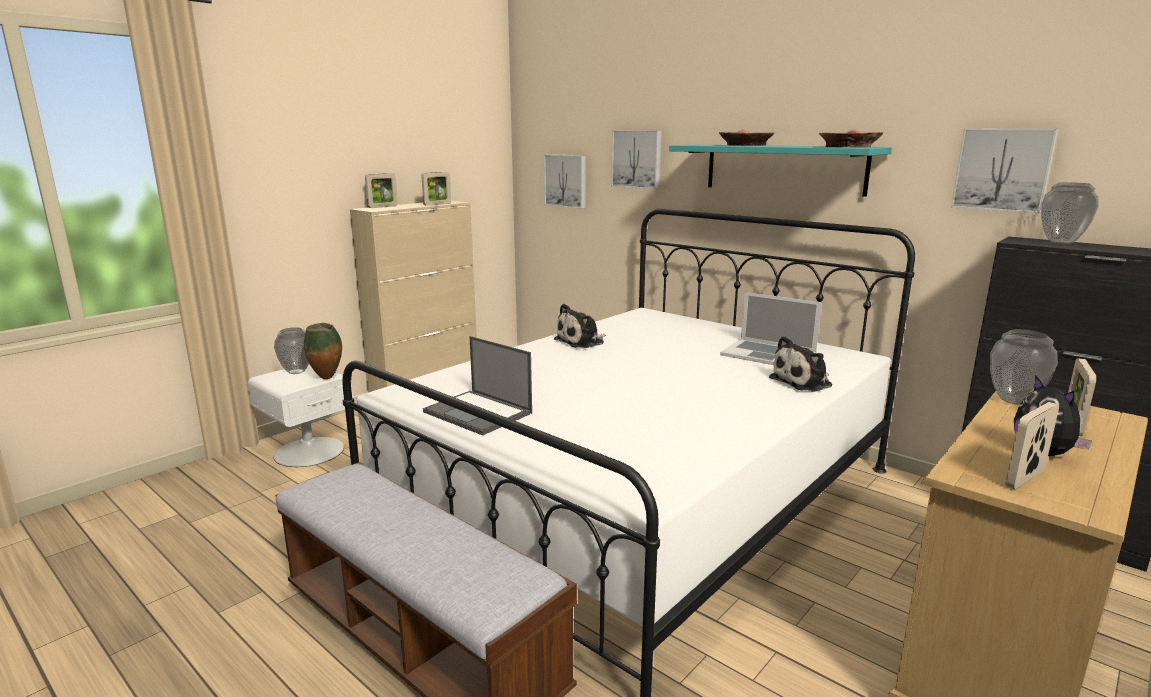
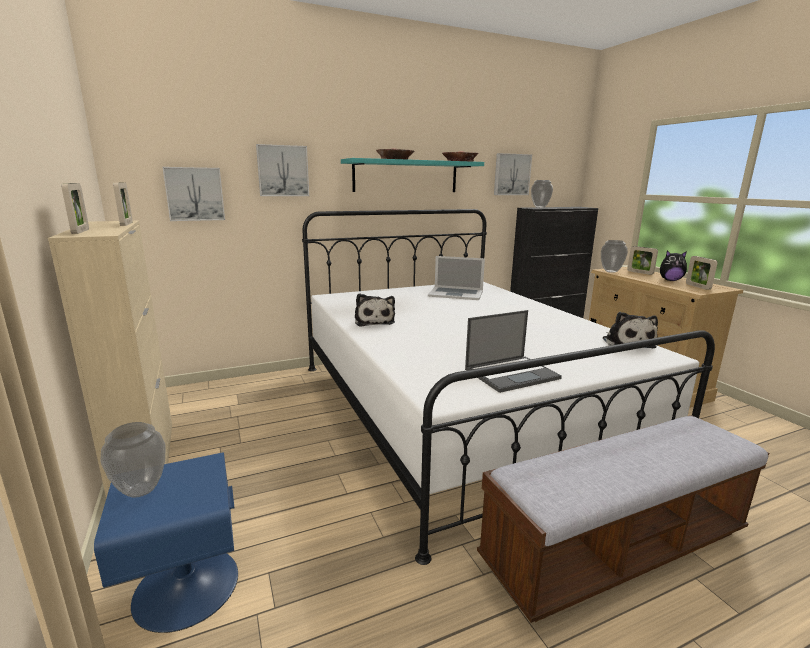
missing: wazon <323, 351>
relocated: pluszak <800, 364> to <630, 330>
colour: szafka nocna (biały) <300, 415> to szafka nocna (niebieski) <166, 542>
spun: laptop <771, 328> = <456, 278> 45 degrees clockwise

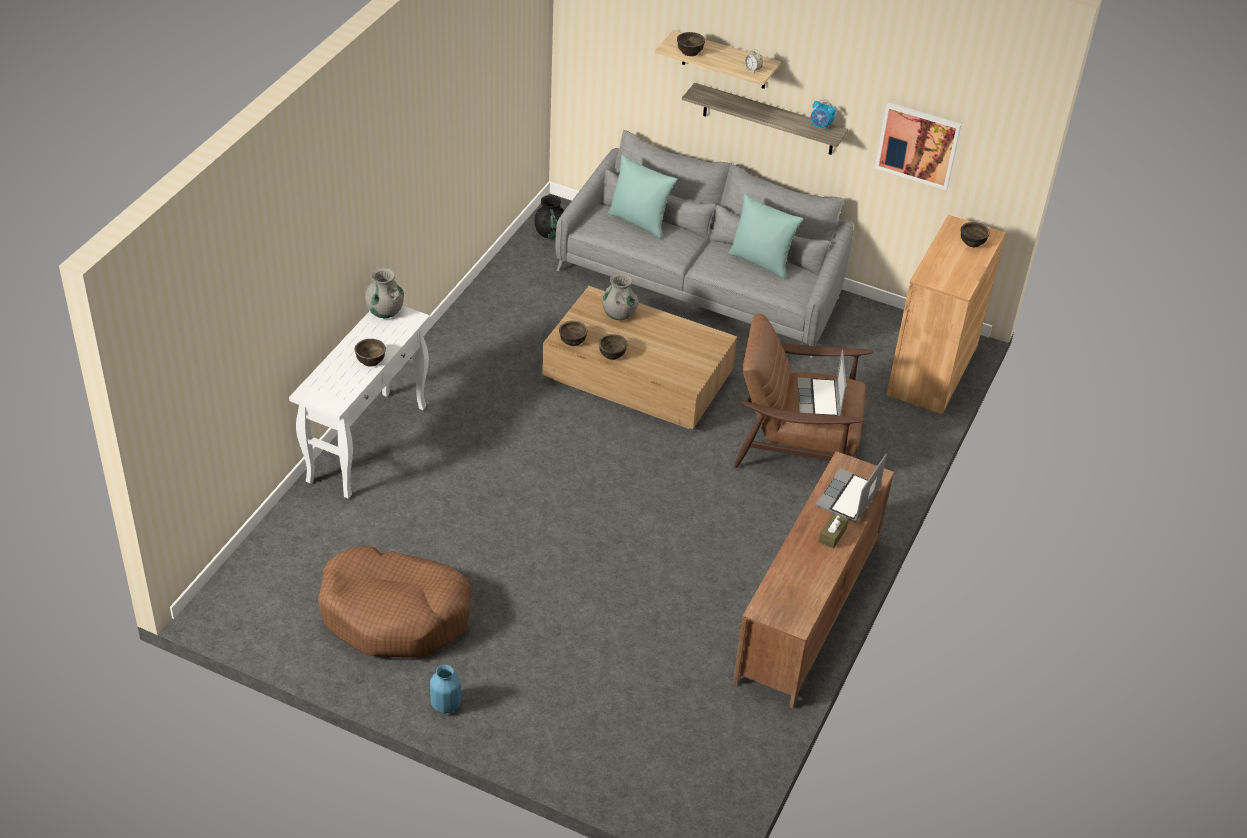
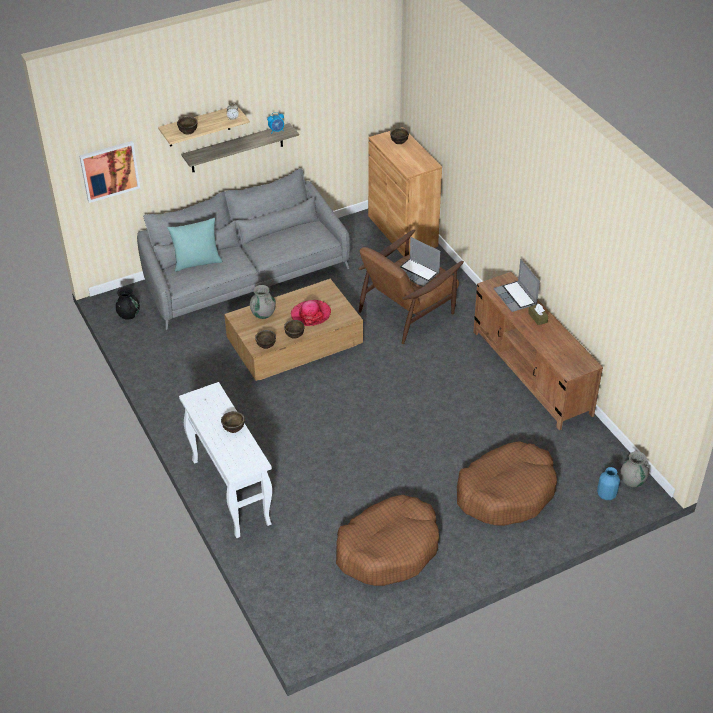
missing: poduszka (turkusowy) <765, 236>
appeared: kapelusz <311, 313>; legowisko (brązowy) <507, 483>
relocated: wazon (szary) <384, 293> to <634, 469>; wazon (niebieski) <445, 689> to <608, 483>; obraz <918, 146> to <109, 172>

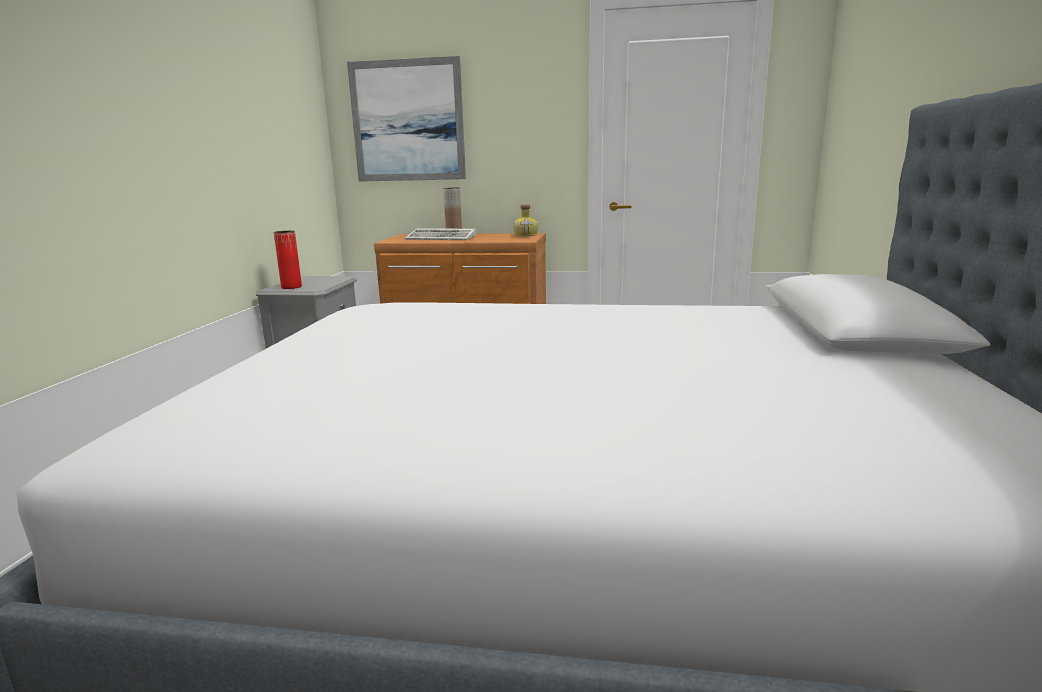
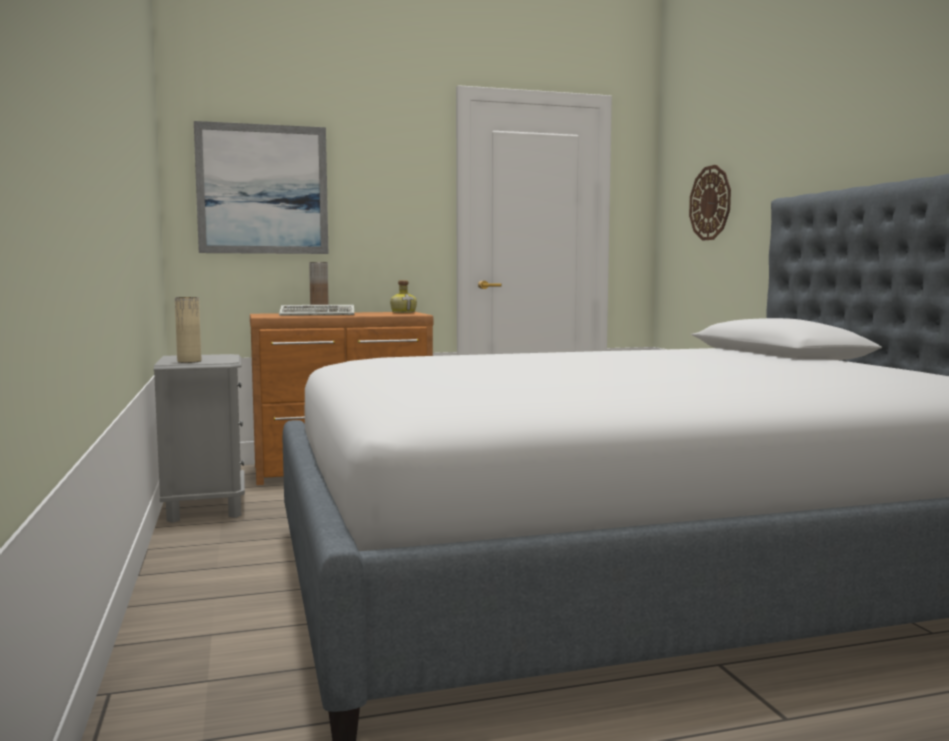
appeared: zegar ścienny <710, 203>
colour: wazon (czerwony) <288, 260> to wazon (beżowy) <188, 330>

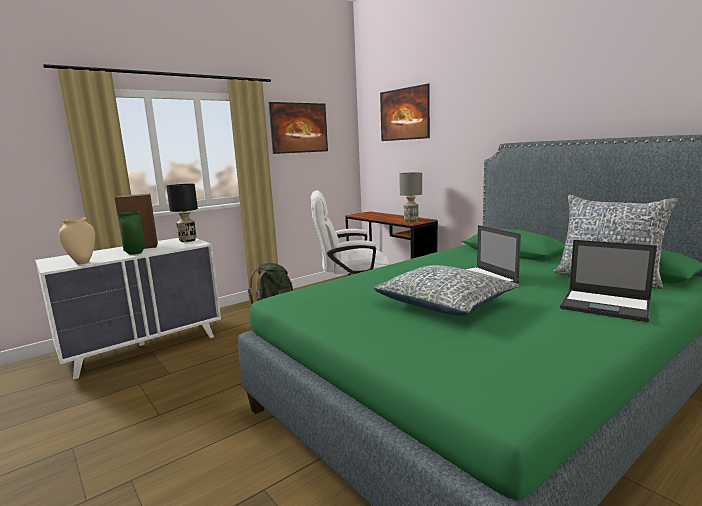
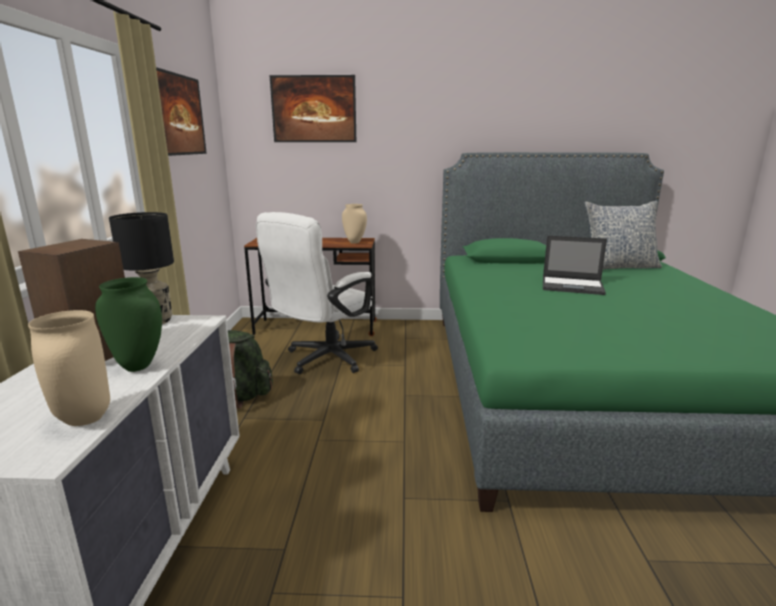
missing: poduszka <446, 290>; laptop <608, 281>
exchanged: lampa stołowa (szary) <410, 197> to wazon (beżowy) <354, 224>

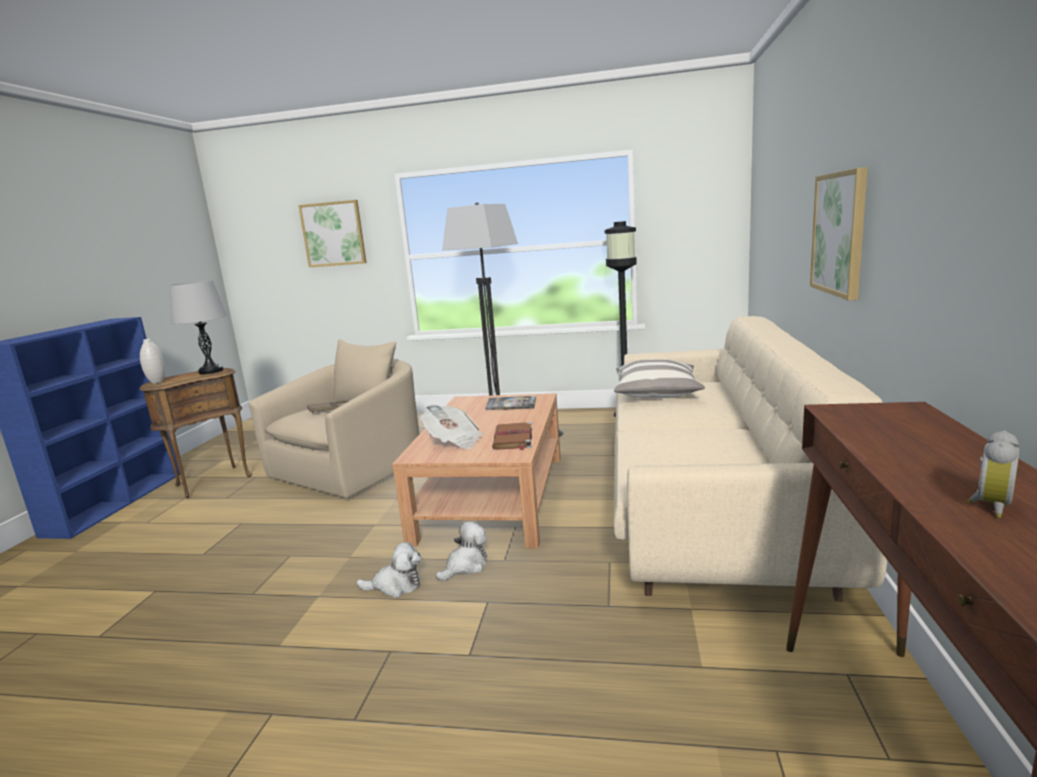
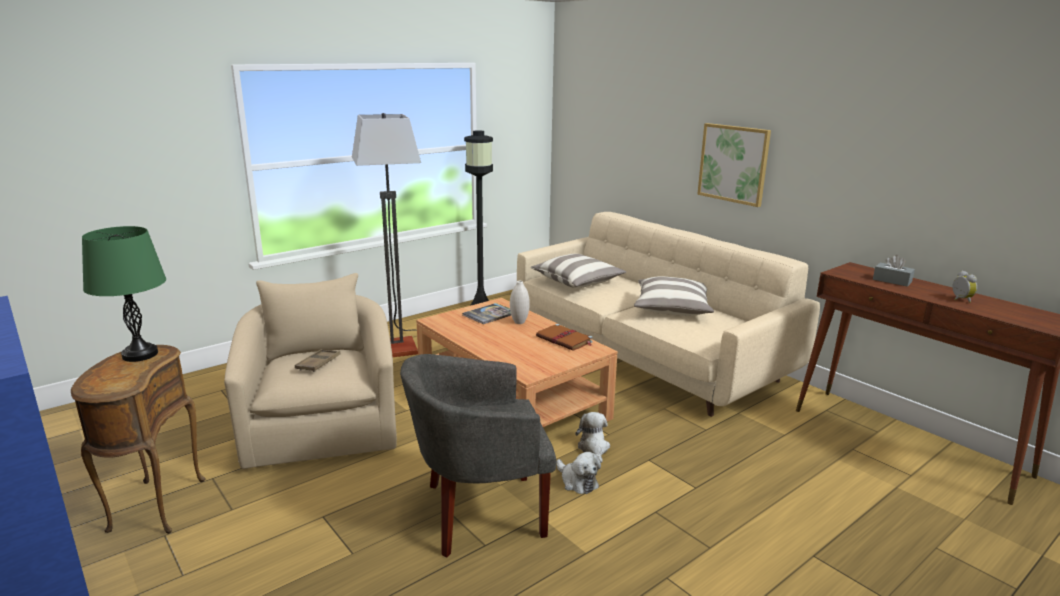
missing: obraz <332, 233>; gazeta <451, 427>
appeared: fotel (szary) <478, 456>; poduszka <674, 296>; pudełko chusteczek (szary) <894, 271>
relocated: wazon (biały) <152, 361> to <520, 302>
colour: lampa stołowa (szary) <198, 327> to lampa stołowa (zielony) <124, 294>
spun: pluszak <388, 570> = <579, 473> 105 degrees clockwise

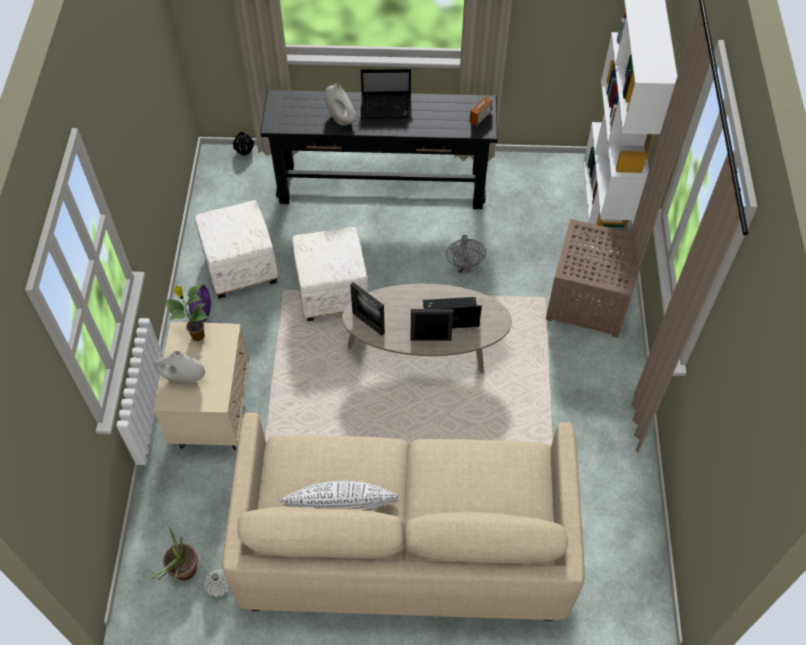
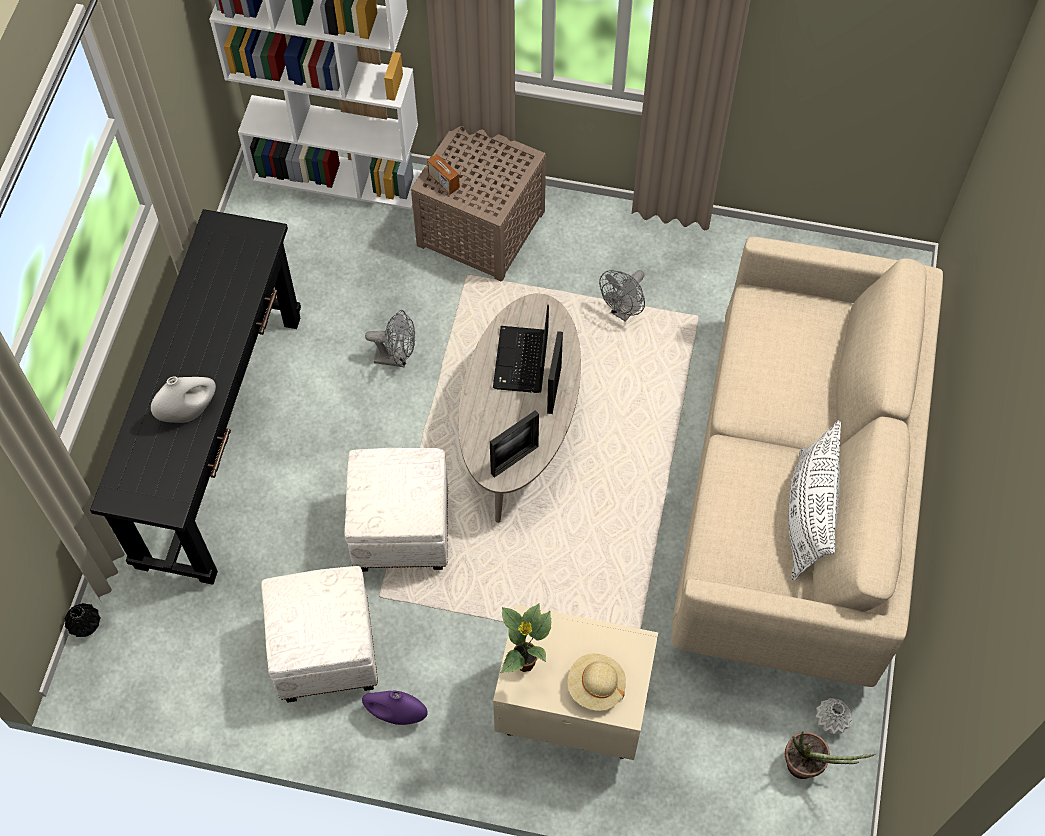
missing: laptop <386, 94>
appeared: wentylator (szary) <622, 296>
relocated: radio <480, 111> to <443, 172>
exchanged: wazon (biały) <180, 368> to kapelusz (beżowy) <596, 682>

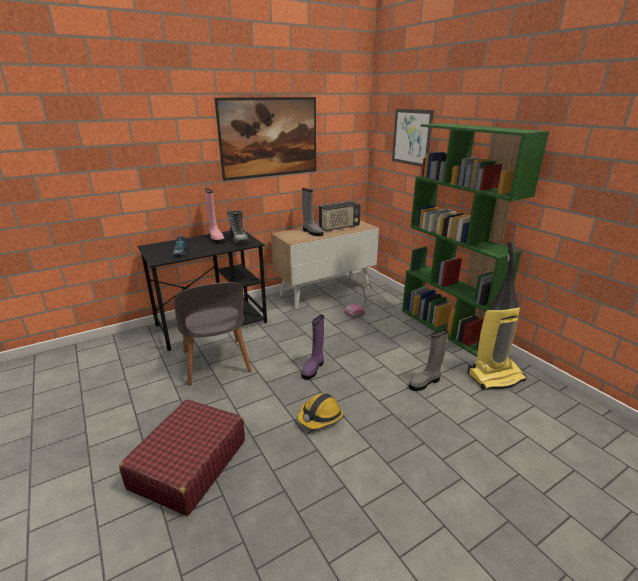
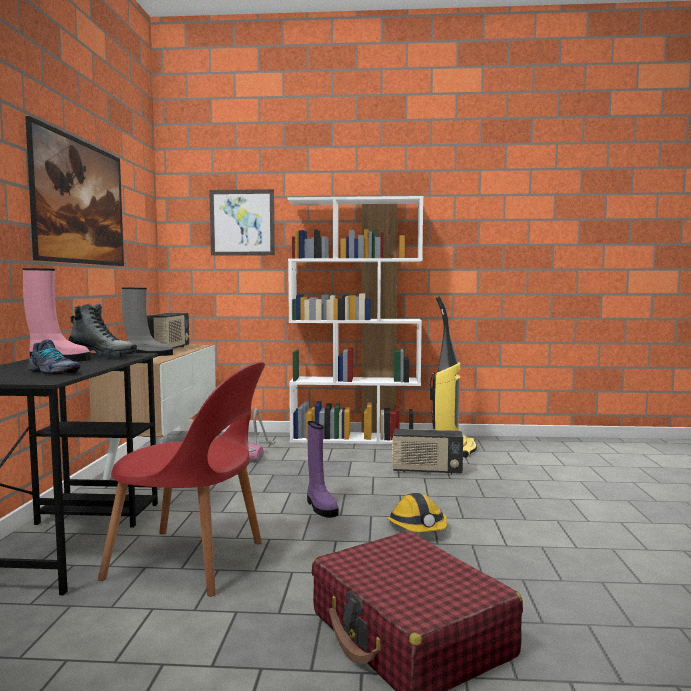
exchanged: but z cholewką (szary) <428, 360> to radio <427, 452>
colour: krzesło (szary) <213, 334> to krzesło (czerwony) <181, 479>; regał (zielony) <475, 240> to regał (biały) <355, 320>

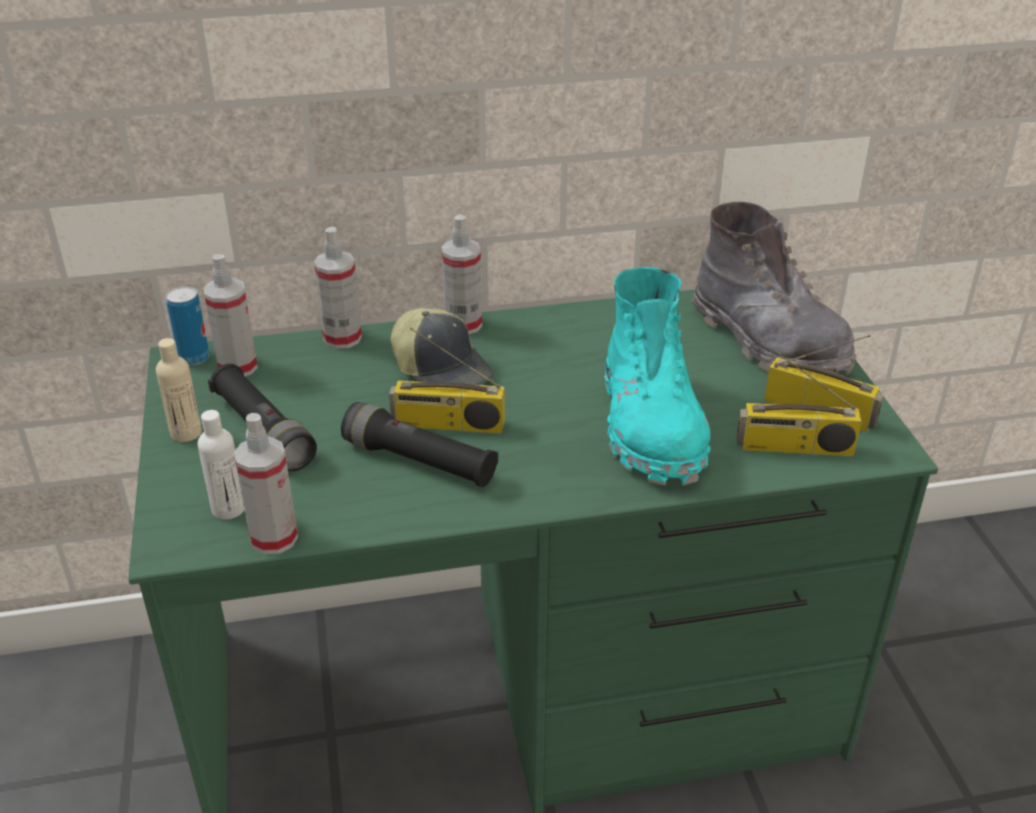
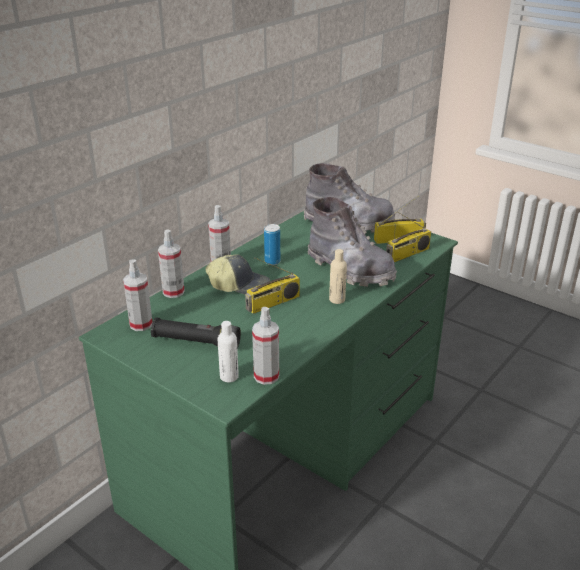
missing: latarka (czarny) <419, 444>
relocated: butelka (beżowy) <179, 390> to <338, 276>; puszka <187, 326> to <272, 244>
colour: but z cholewką (turkusowy) <657, 376> to but z cholewką (szary) <352, 242>

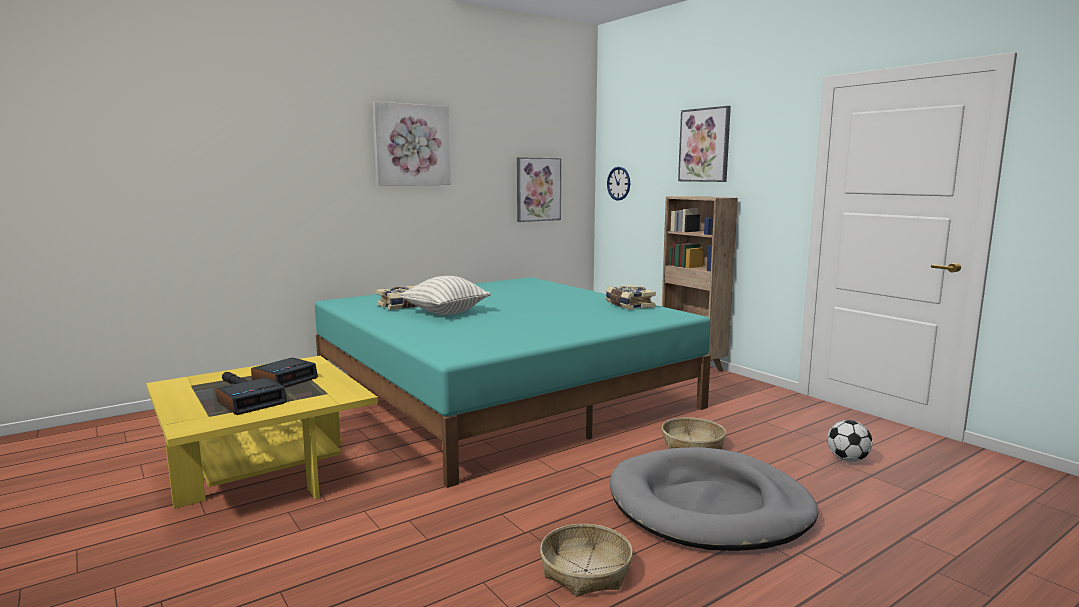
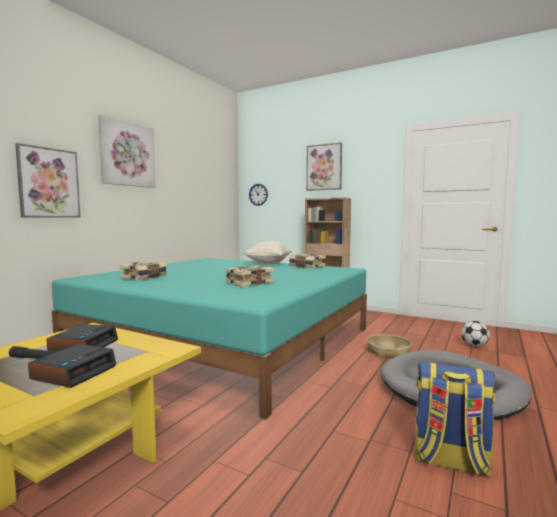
appeared: książka <249, 276>
relocated: poduszka <445, 295> to <268, 252>; obraz <539, 189> to <47, 180>
exchanged: koszyk <586, 560> to plecak <455, 419>

